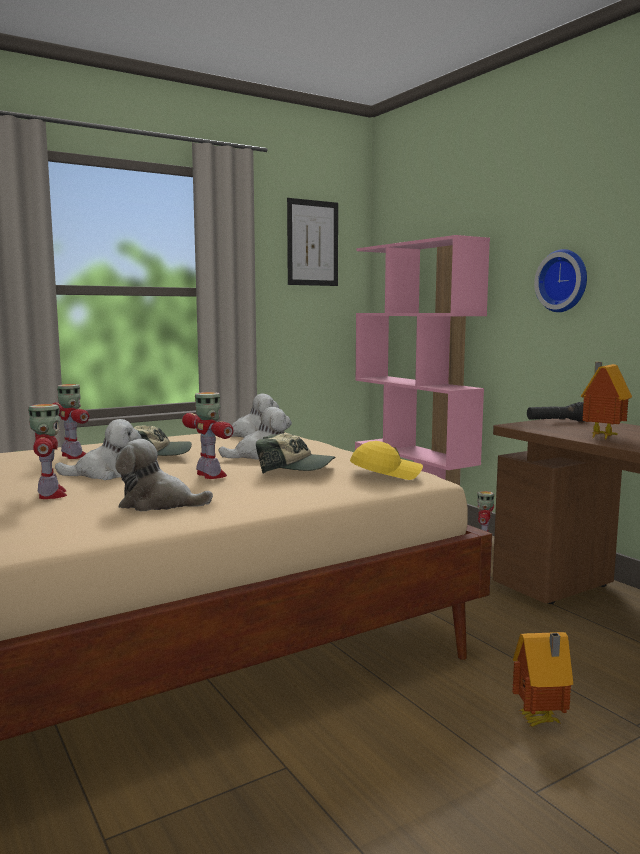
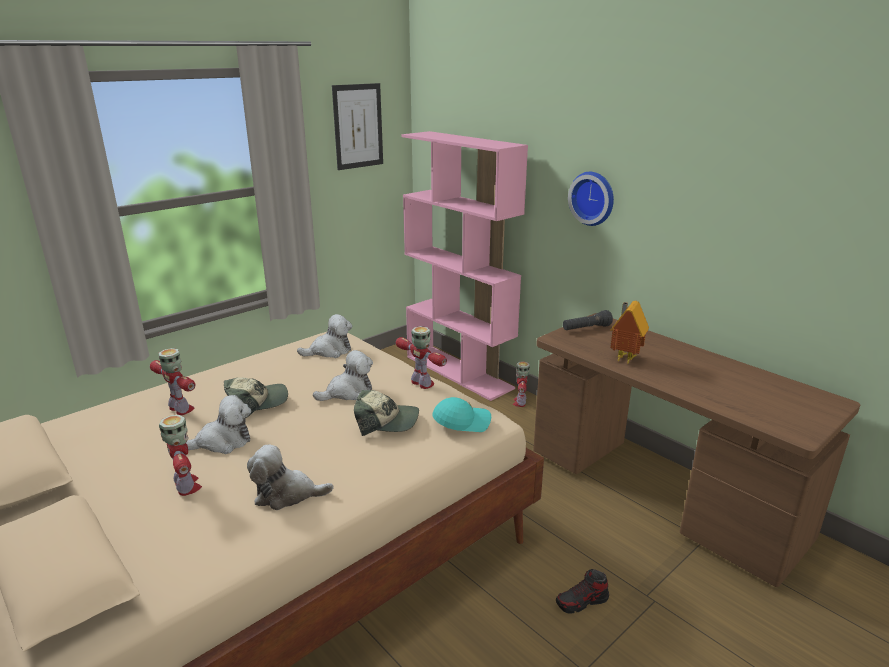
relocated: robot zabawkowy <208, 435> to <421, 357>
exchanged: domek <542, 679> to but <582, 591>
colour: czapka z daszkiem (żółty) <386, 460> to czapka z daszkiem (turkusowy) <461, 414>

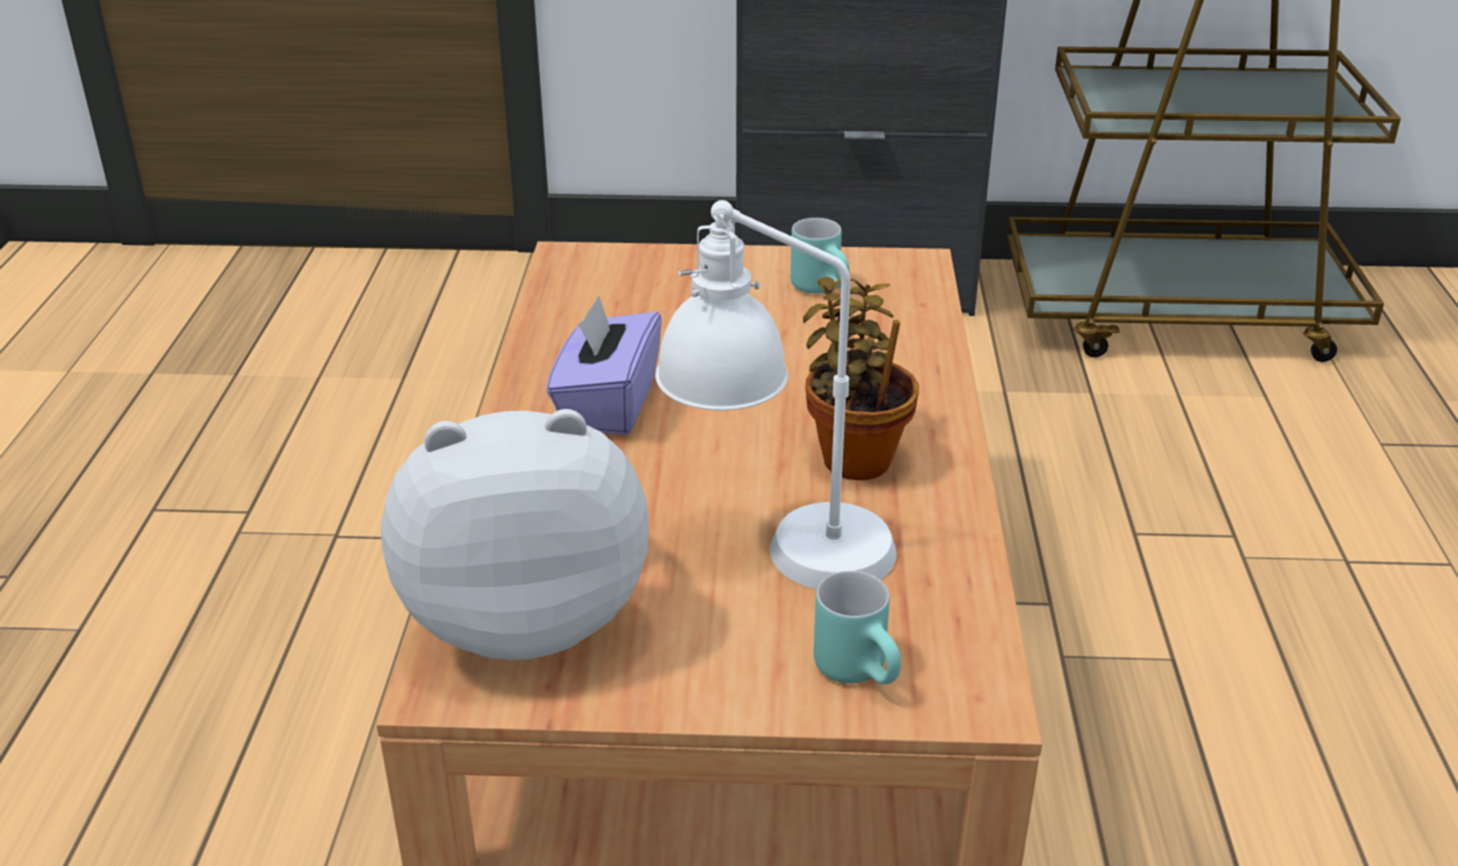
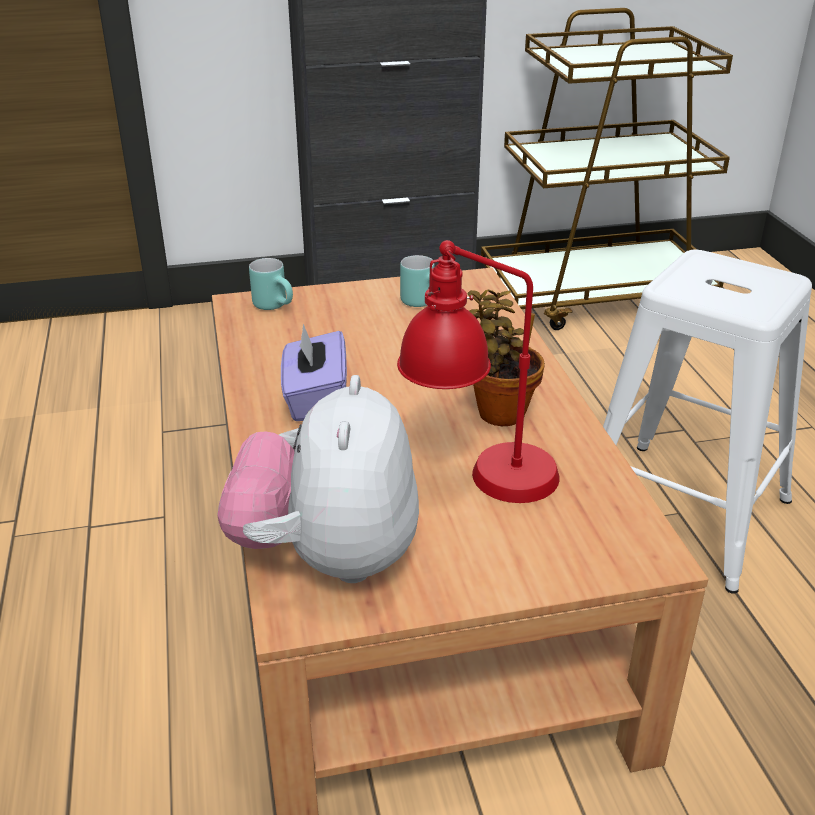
appeared: stołek (biały) <707, 422>
relocated: kubek (turkusowy) <857, 627> to <271, 284>
colour: lampa stołowa (biały) <776, 394> to lampa stołowa (czerwony) <478, 371>
spun: pluszak <515, 534> = <318, 479> 60 degrees counterclockwise

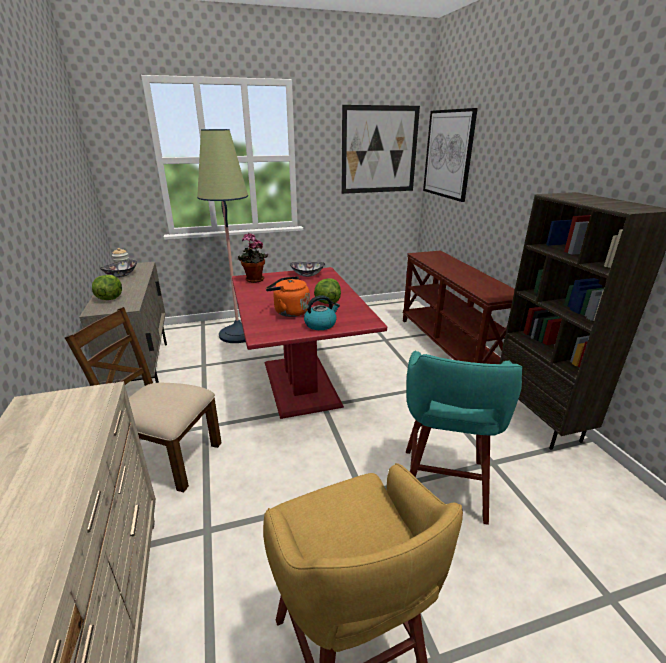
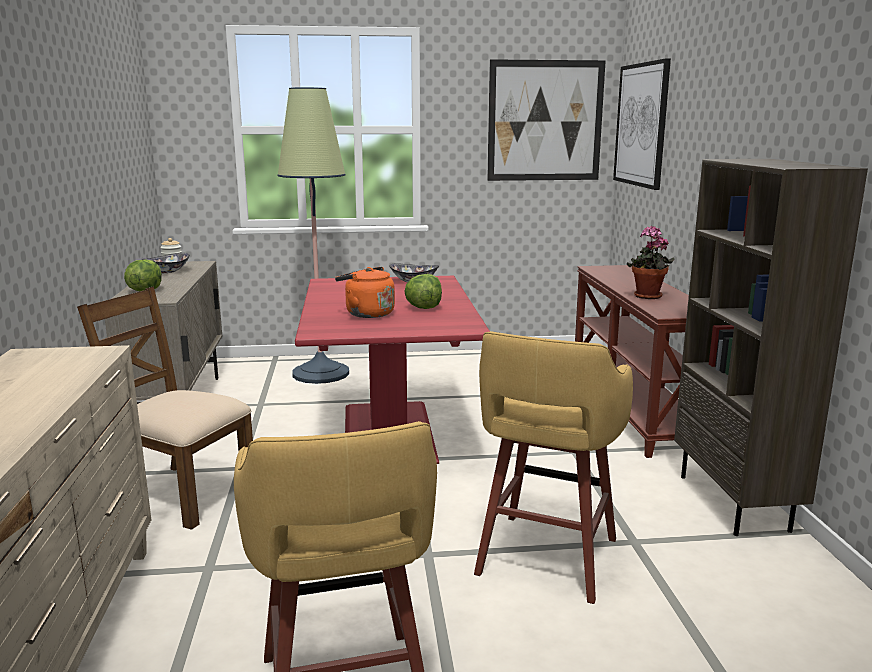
missing: czajnik <322, 312>
relocated: roślina doniczkowa <253, 258> to <651, 262>
colour: stołek (turkusowy) <464, 437> to stołek (żółty) <553, 467>

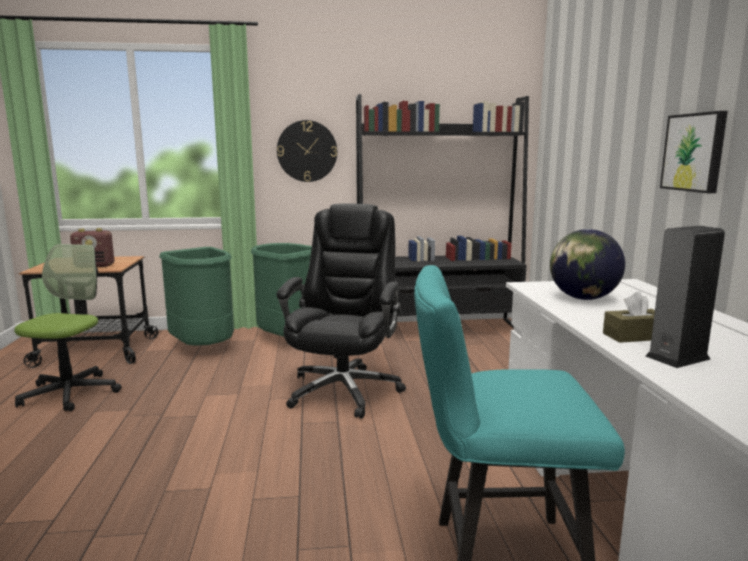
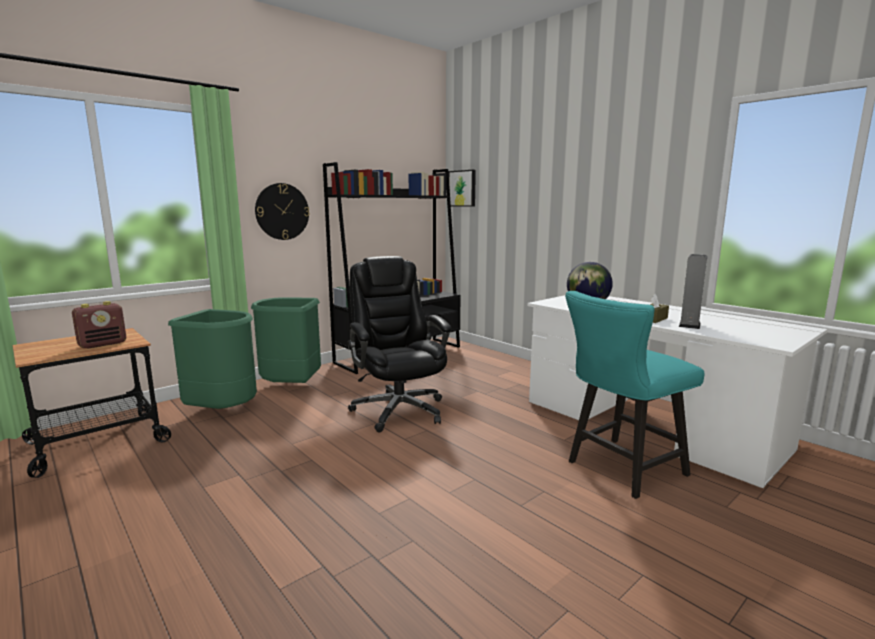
missing: krzesło biurowe <68, 327>
relocated: obraz <694, 152> to <462, 188>

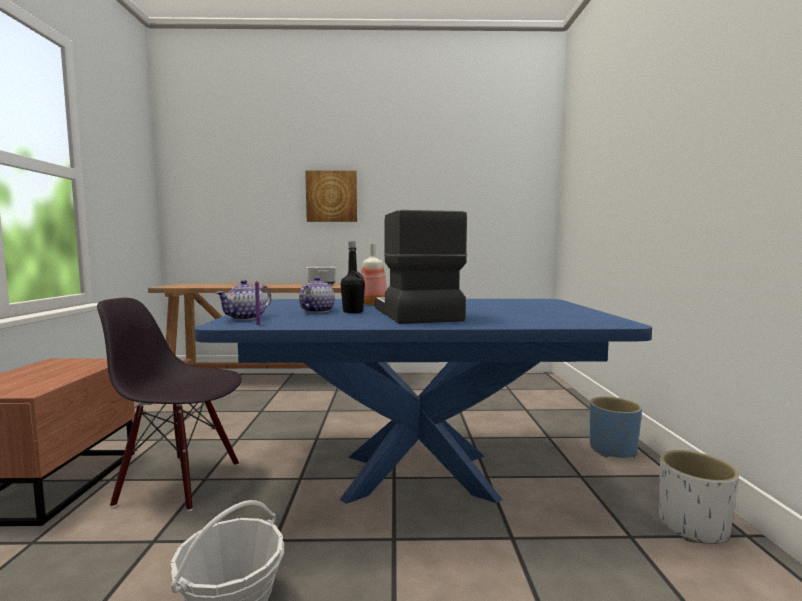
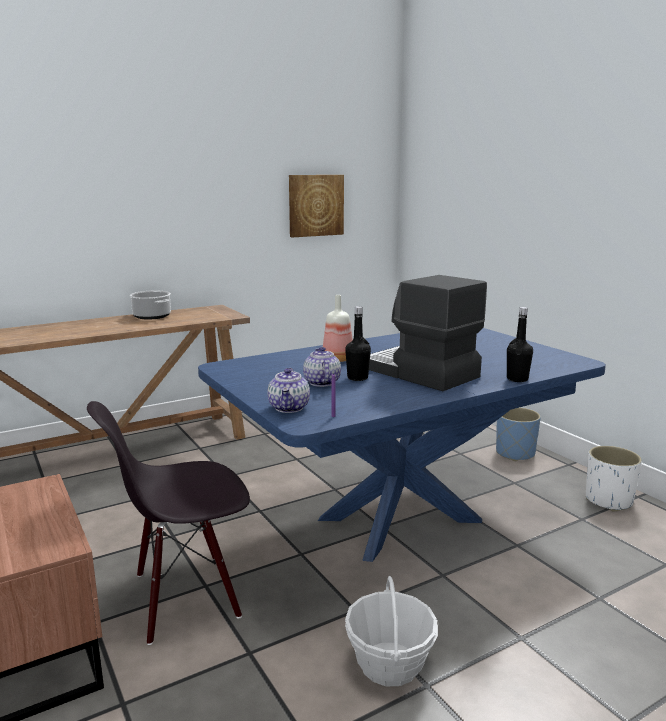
appeared: butelka (czarny) <520, 344>
relocated: obraz <331, 196> to <316, 206>

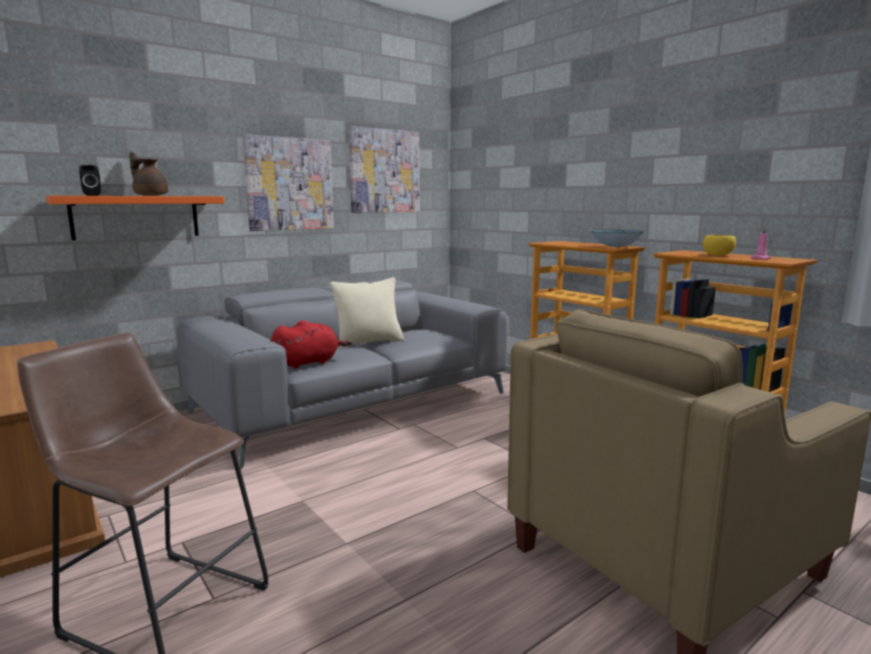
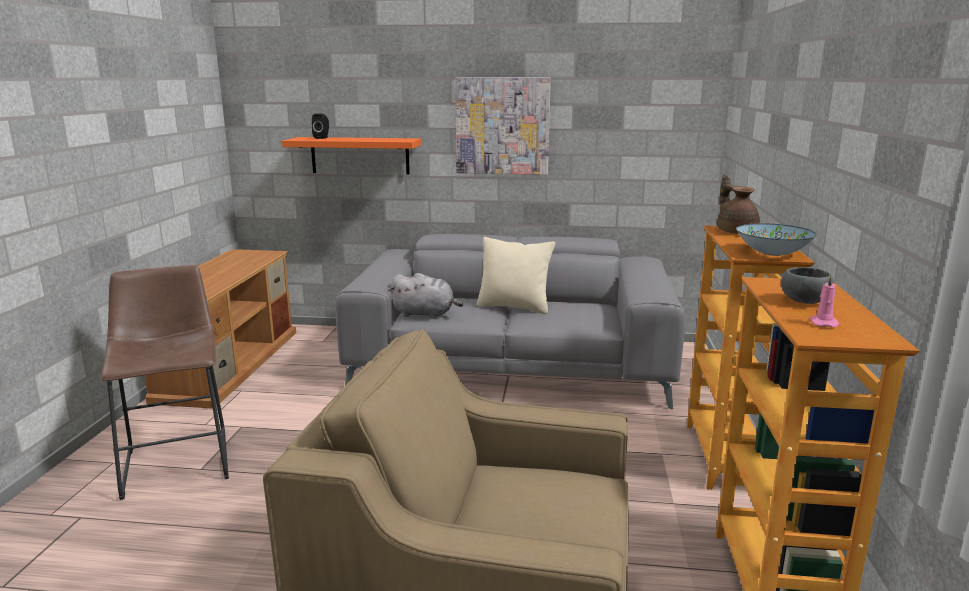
missing: obraz <384, 169>
relocated: imbryk (brązowy) <148, 173> to <738, 204>
colour: pluszak (czerwony) <311, 344> to pluszak (szary) <426, 296>; miska (żółty) <719, 245> to miska (szary) <807, 285>

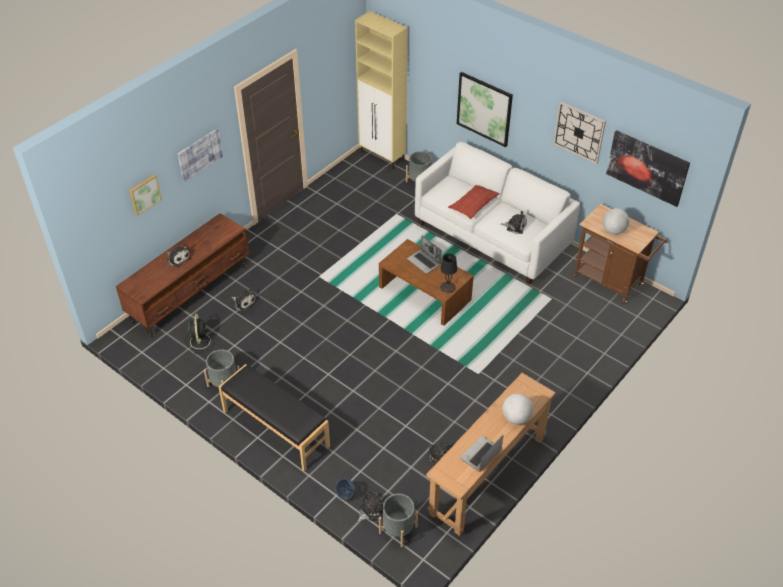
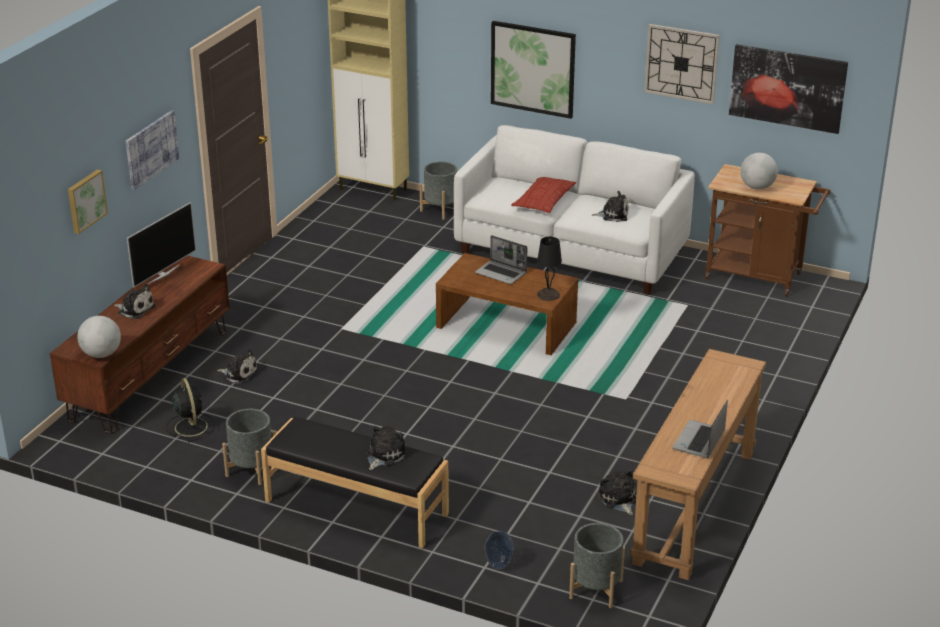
appeared: telewizor <161, 245>
relocated: pluszak <370, 506> to <386, 448>; globus <517, 408> to <99, 337>

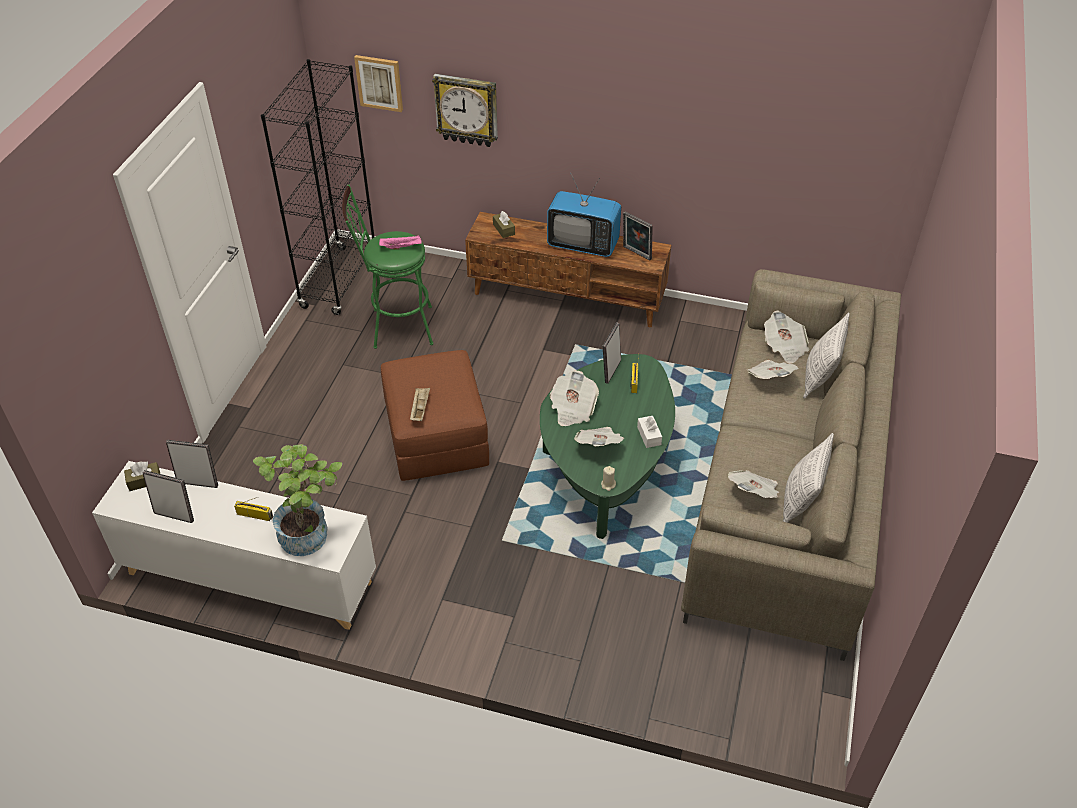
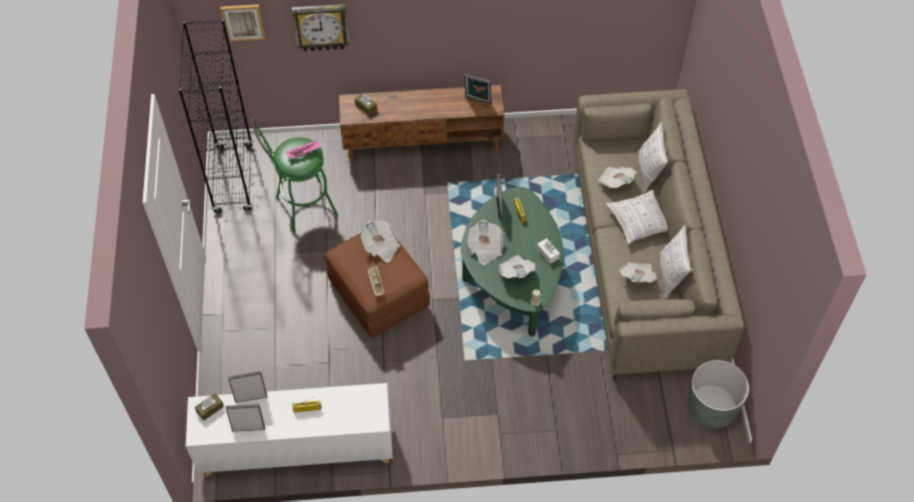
missing: roślina doniczkowa <297, 500>; telewizor <584, 215>
appeared: poduszka <637, 217>; donica (szary) <718, 394>
relocated: gazeta <786, 337> to <380, 241>

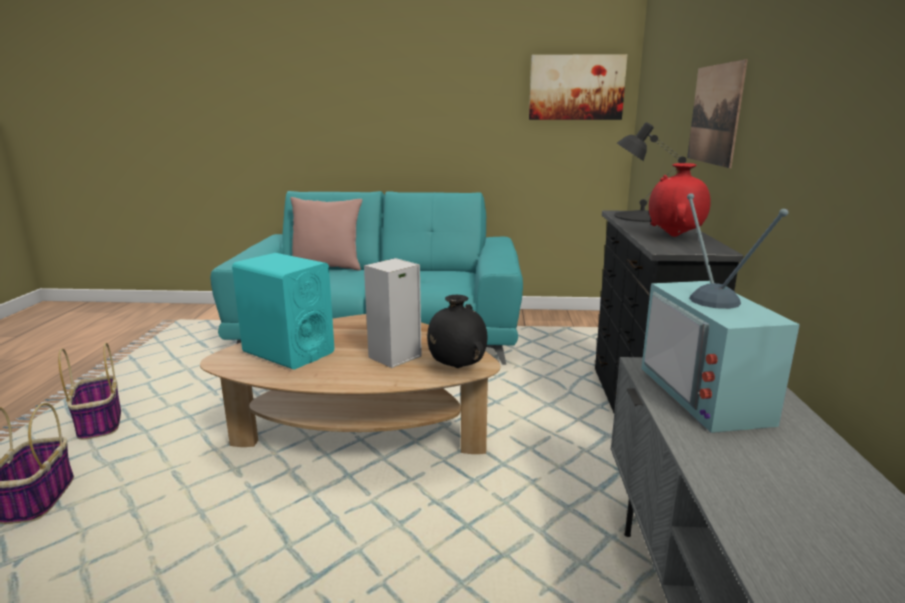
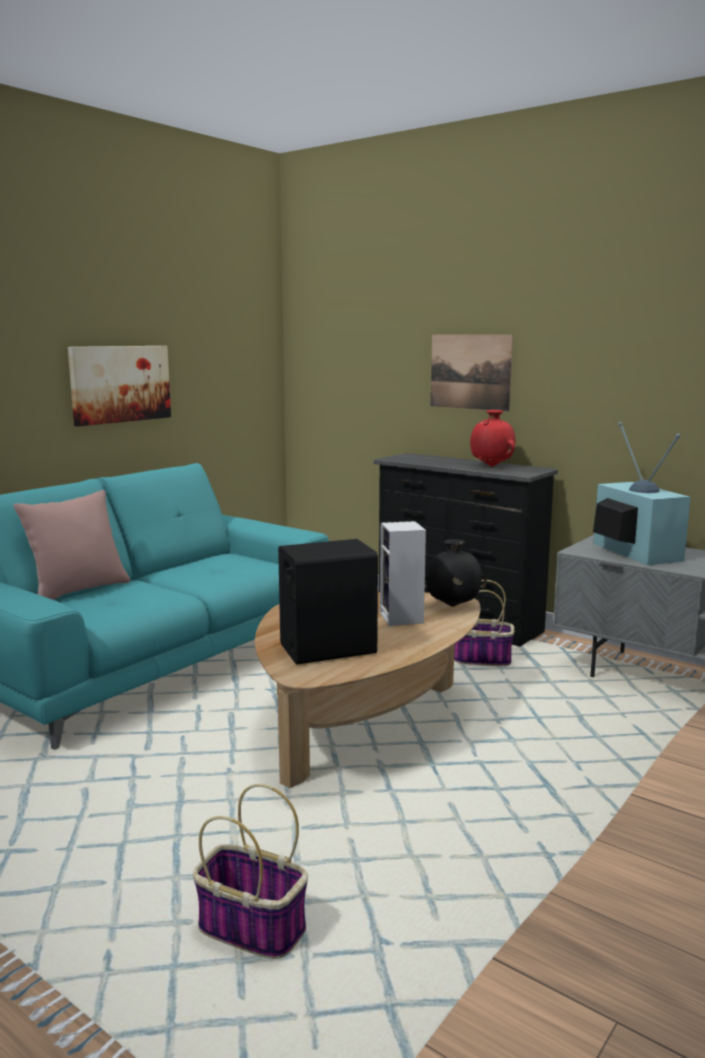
missing: lampa stołowa (czarny) <650, 172>
relocated: koszyk <89, 391> to <484, 623>; obraz <578, 87> to <119, 386>
colour: głośnik (turkusowy) <283, 311> to głośnik (czarny) <328, 602>
spun: telewizor <720, 313> = <642, 493> 135 degrees counterclockwise

